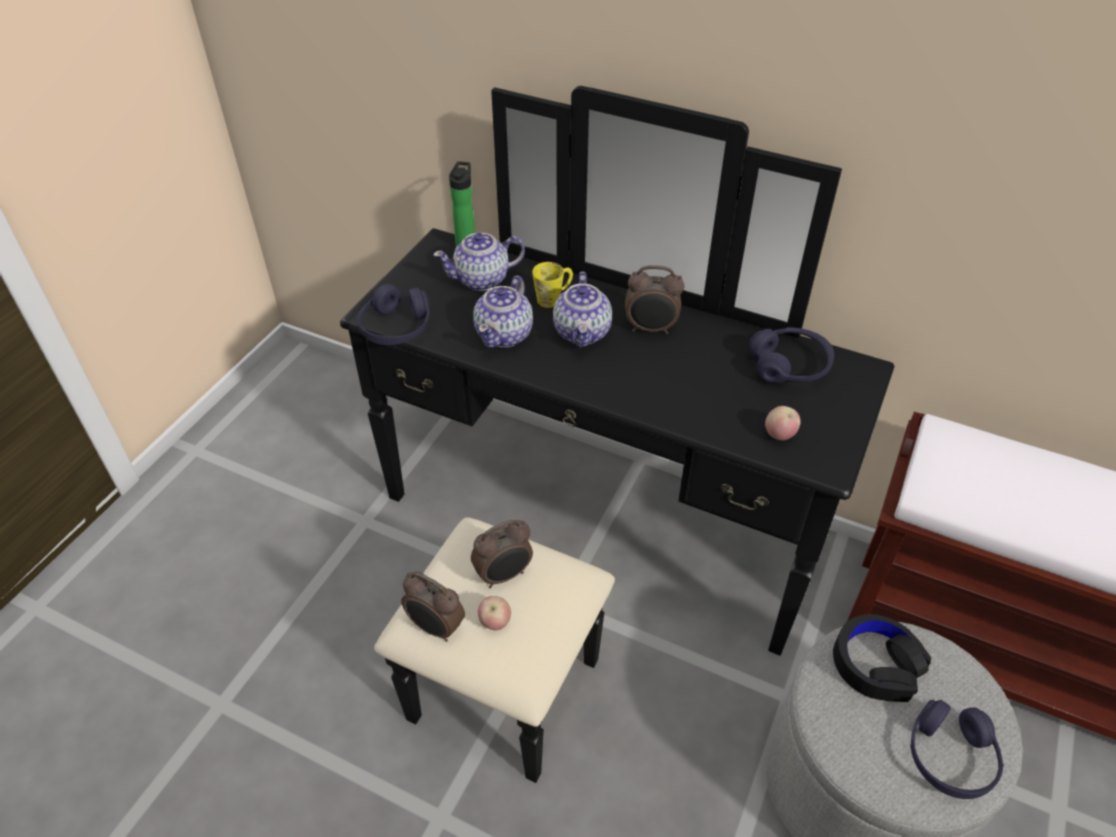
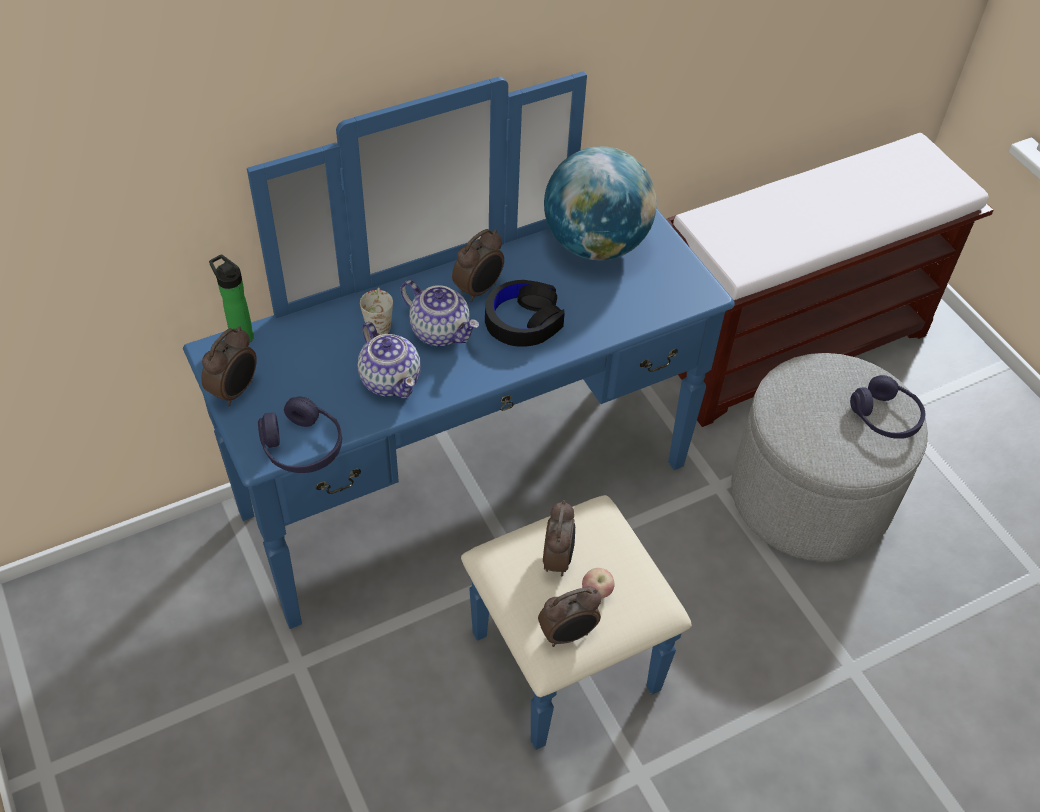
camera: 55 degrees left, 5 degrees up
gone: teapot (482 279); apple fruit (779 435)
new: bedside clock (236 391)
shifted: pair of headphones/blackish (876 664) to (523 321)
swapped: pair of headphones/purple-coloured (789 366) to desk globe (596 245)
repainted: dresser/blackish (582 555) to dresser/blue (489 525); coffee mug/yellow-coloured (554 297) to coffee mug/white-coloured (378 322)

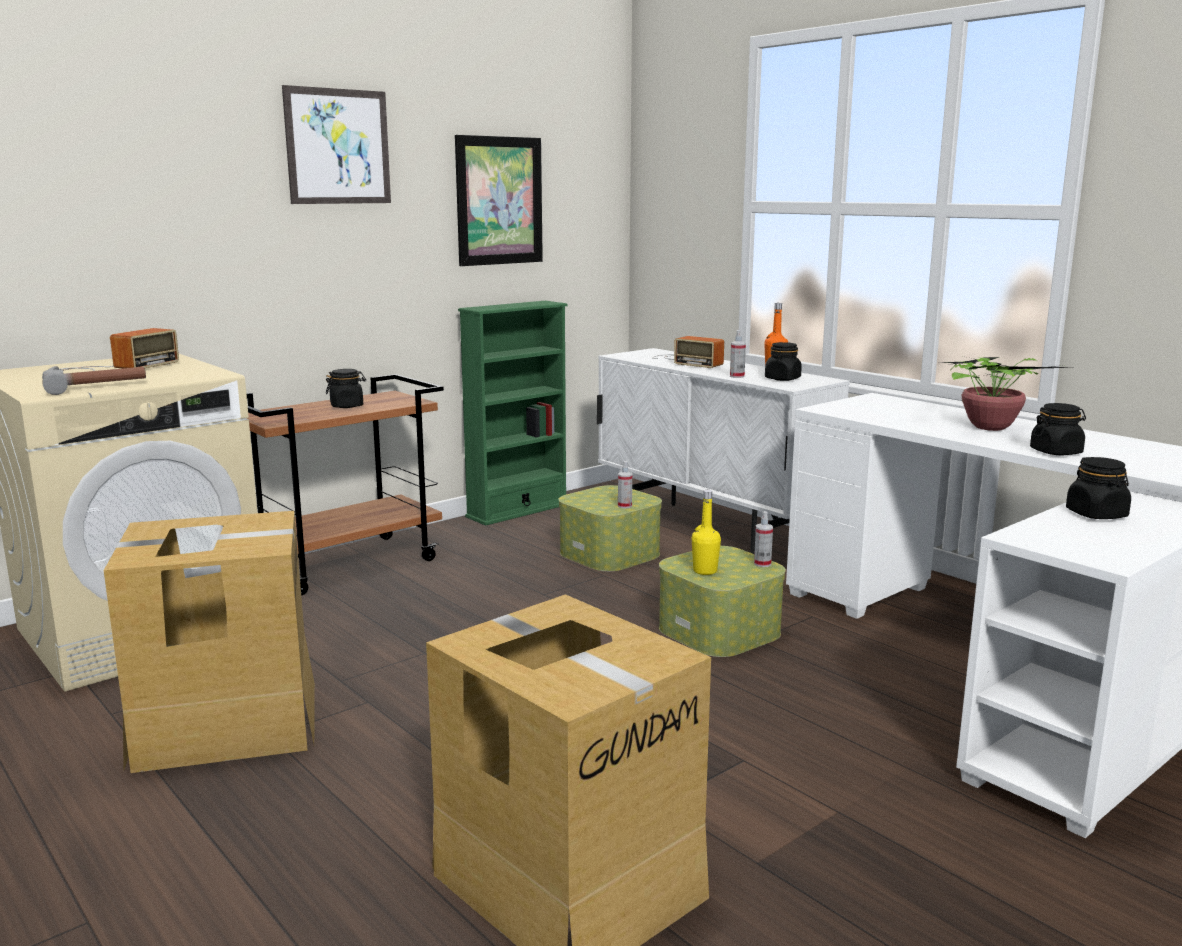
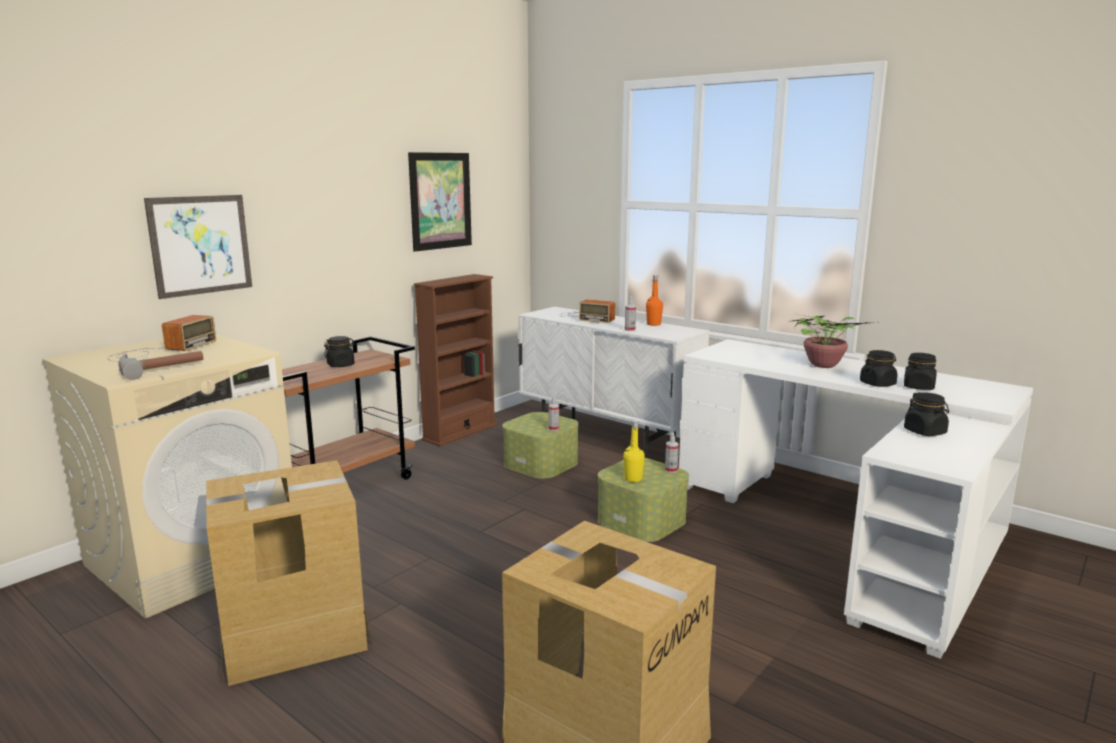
camera: 10 degrees left, 0 degrees up
shifted: wall art (338 146) to (200 245); preserve jar/blackish (782 379) to (918 387)
repainted: bookcase/green (517 510) to bookcase/brown-coloured (460 432)

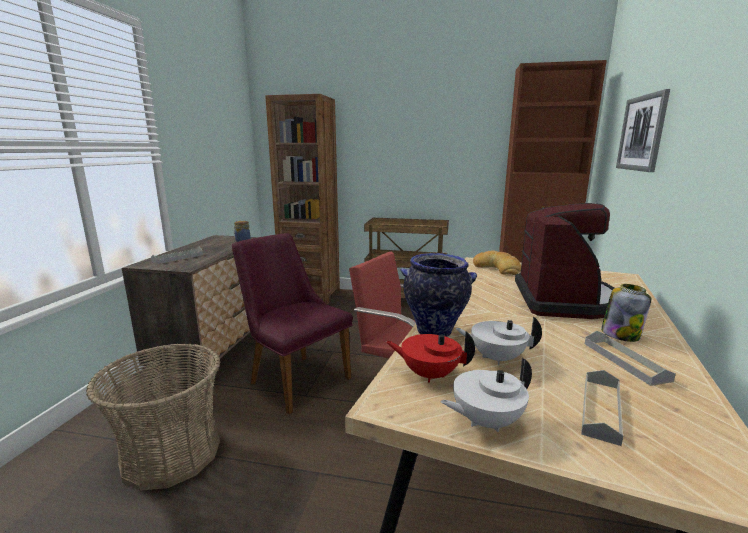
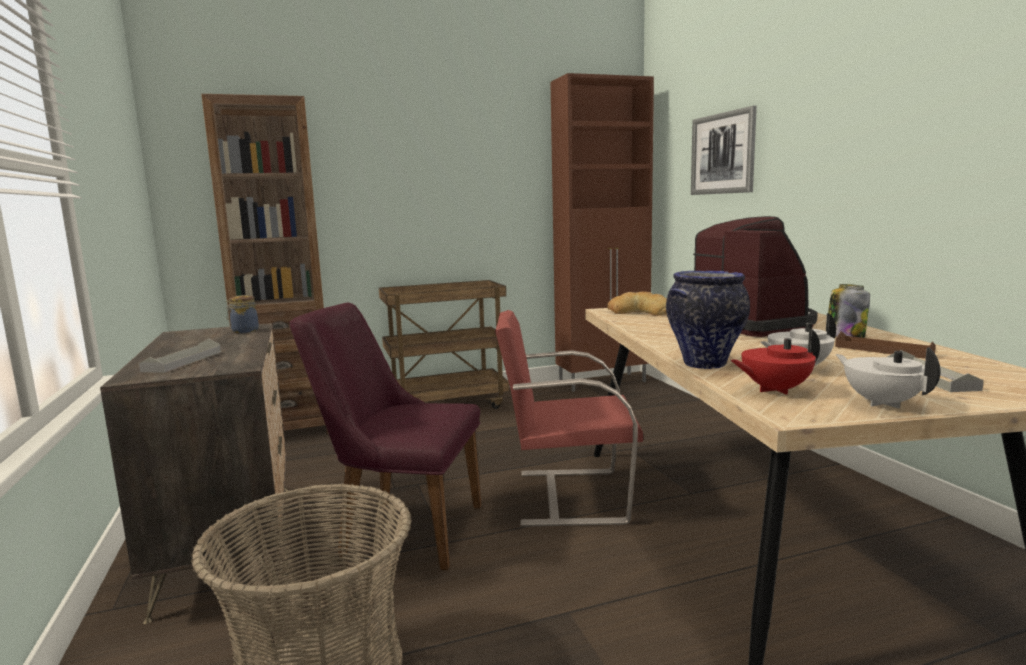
camera: 30 degrees left, 5 degrees down
repainted: tray/greyish (625 361) to tray/brown-coloured (883 350)
rotated: teapot/white-coloured (485 421) = (882 403) 120 degrees clockwise

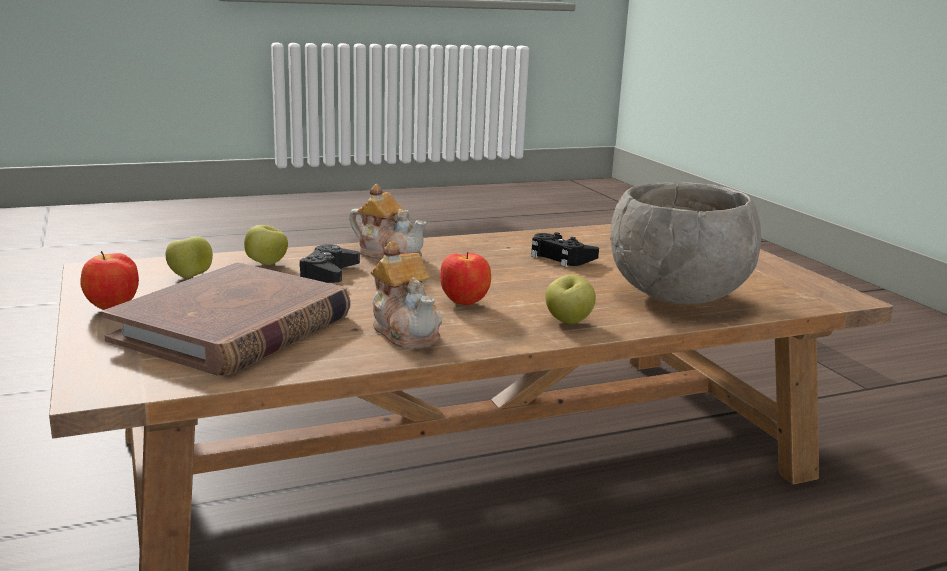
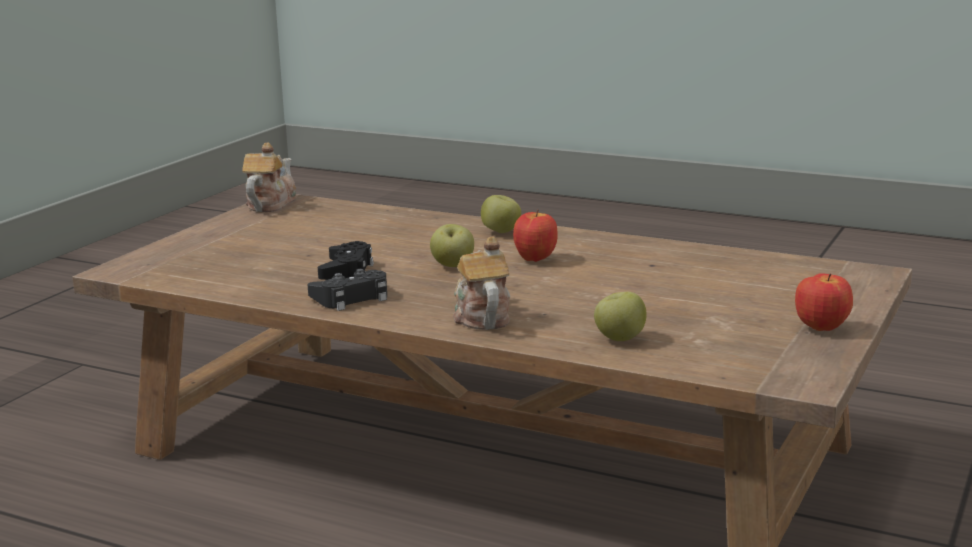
camera: 130 degrees left, 0 degrees up
gone: volume/brown-coloured (234 327); bowl/greyish (677 296)
shifted: apple fruit (190 277) to (452 266); gamepad/blackish (328 274) to (352 298); teapot (406 332) to (270 204)

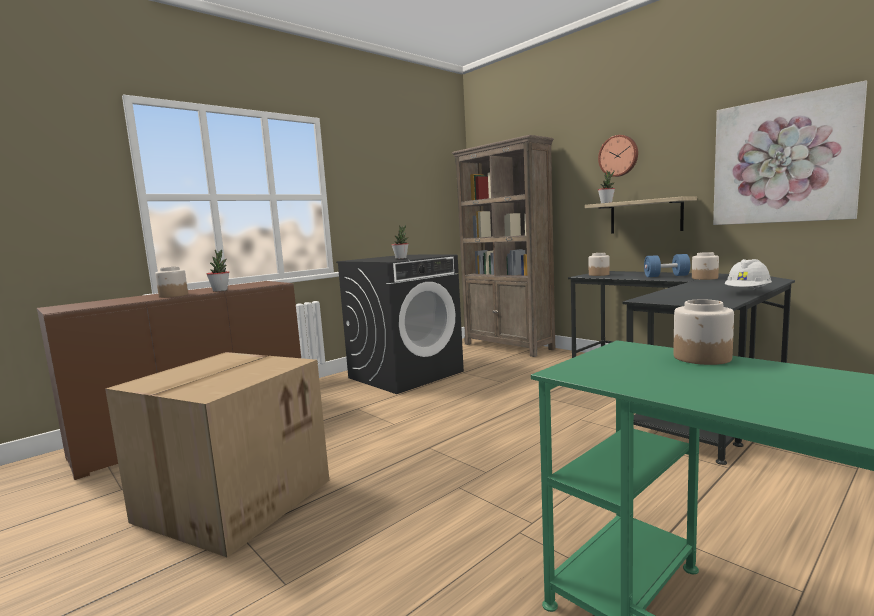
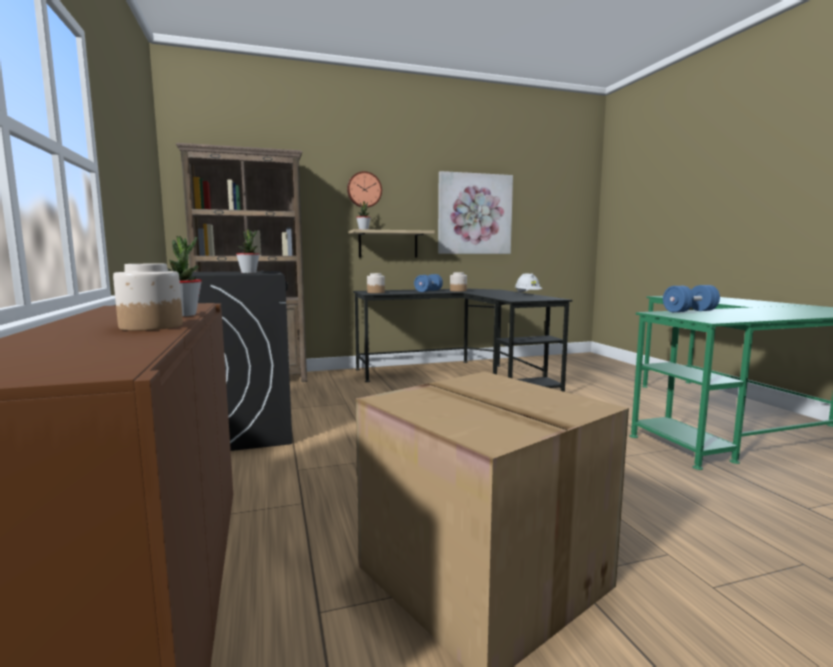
camera: 65 degrees left, 0 degrees up
swapped: preserve jar (702 357) to hand weight/blue (689 311)

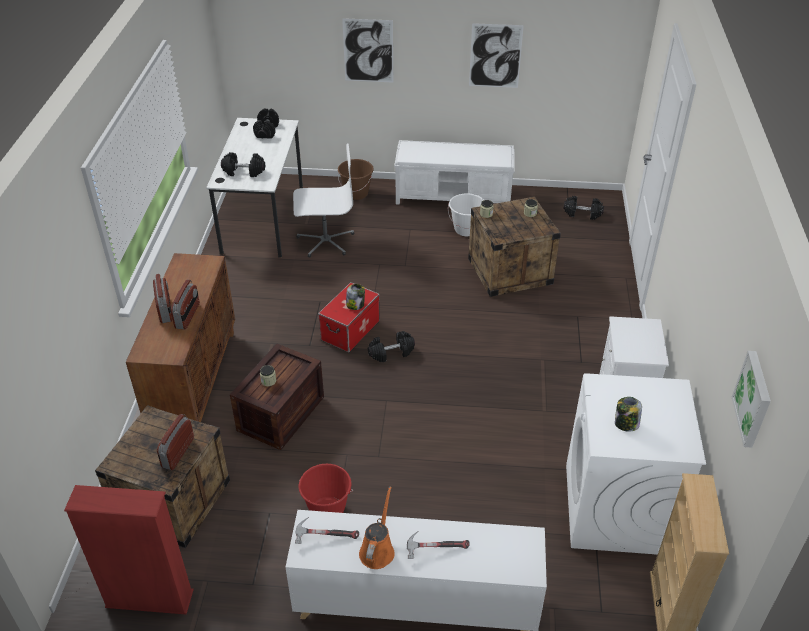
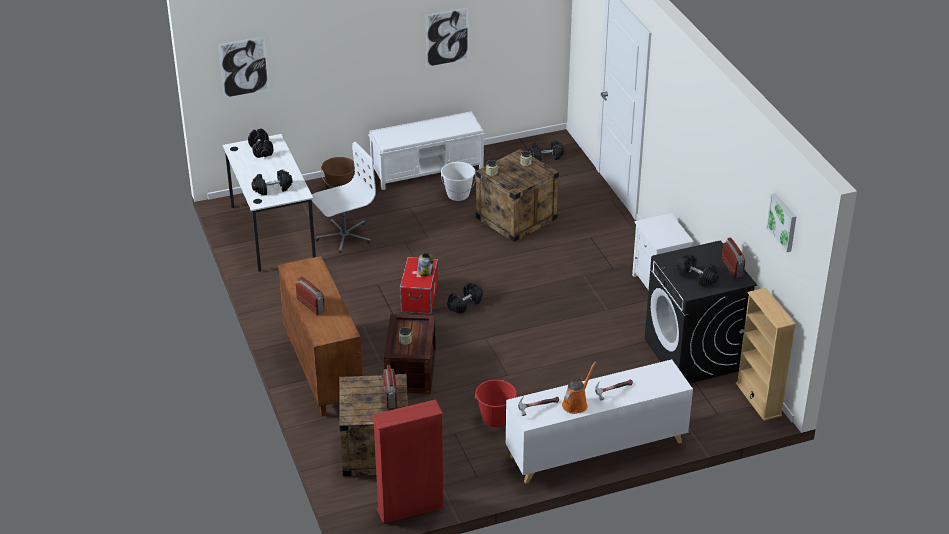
camera: 25 degrees left, 5 degrees down
shifted: radio set (188 316) to (732 268); wall art (368 51) to (244 67)
swapped: preserve jar (626 424) to hand weight/blackish (696 277)
repainted: washing machine/white-coloured (616 509) to washing machine/blackish (694 355)
rotated: sprinkling can/orangey (377 550) = (576 403) 45 degrees clockwise

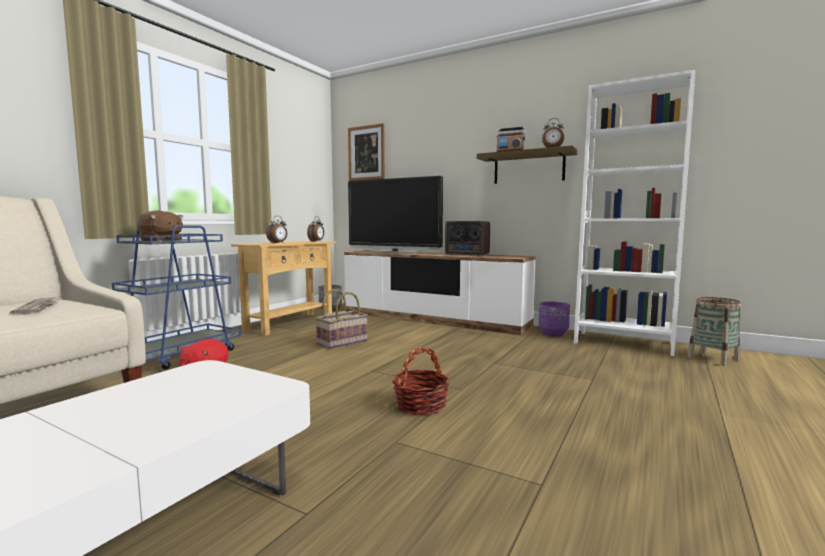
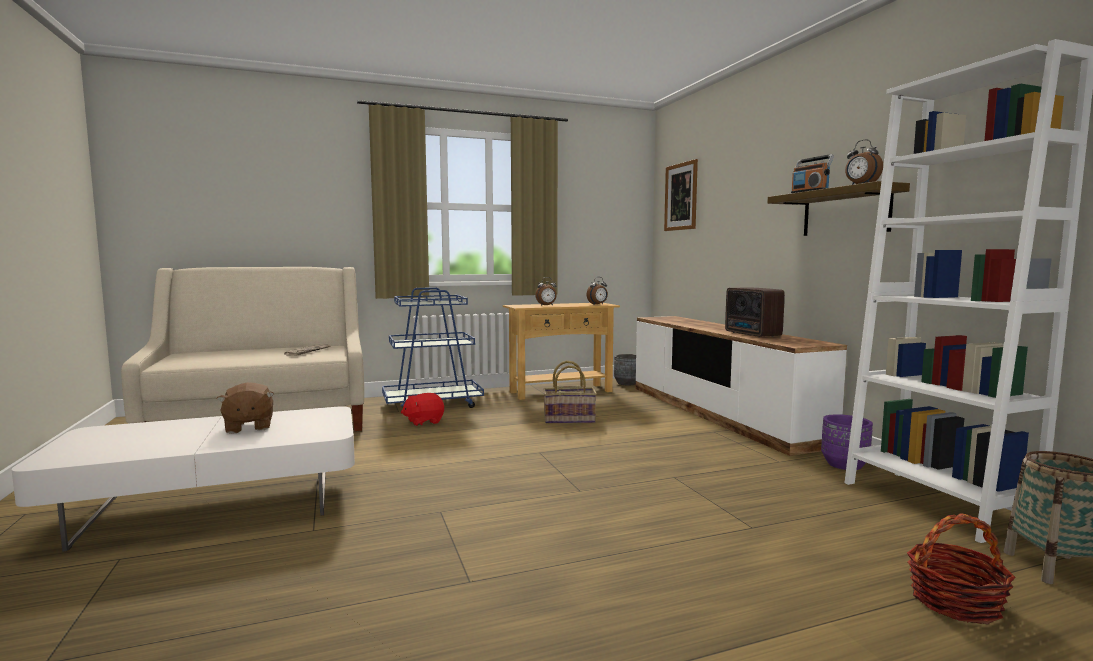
camera: 40 degrees right, 0 degrees up
gone: TV set (394 252)
shifted: cuddly toy/brown-coloured (161 241) to (248 427); basket (421 405) to (955 602)

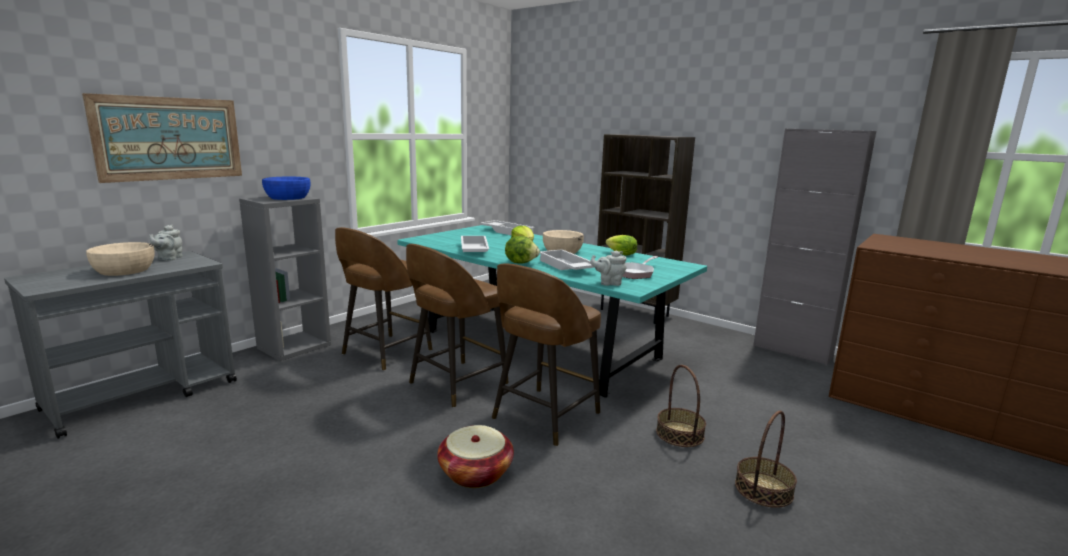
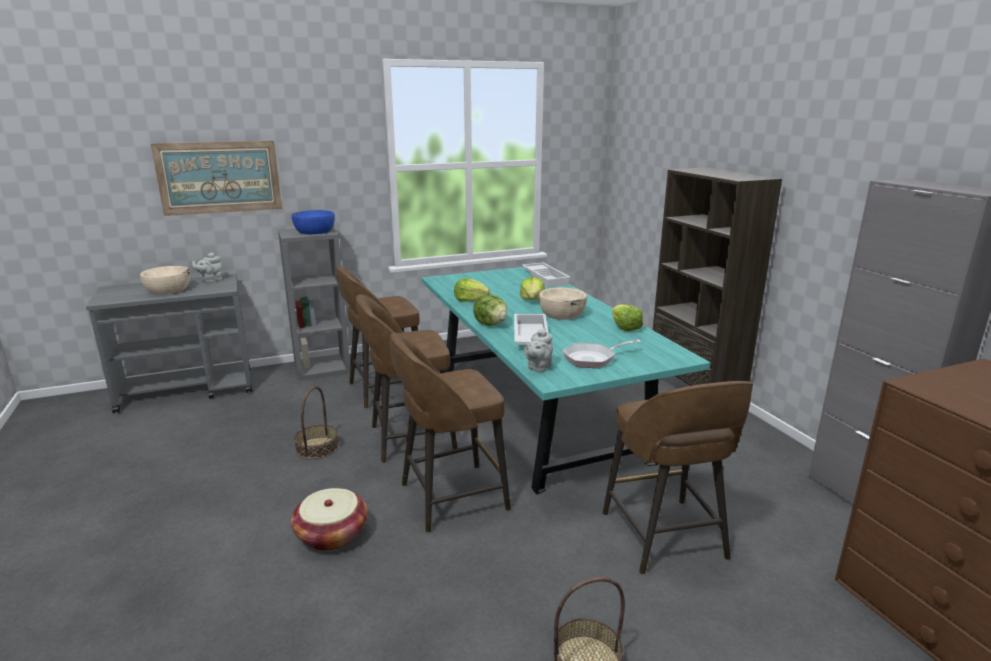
camera: 30 degrees right, 5 degrees up
new: sitting stool/brown-coloured (665 537)
shifted: basket (680 434) to (317 448)
swapped: tray/white-coloured (473 250) to head of lettuce (470 300)
rotated: teapot/greyish (609 283) = (538 368) 90 degrees counterclockwise

